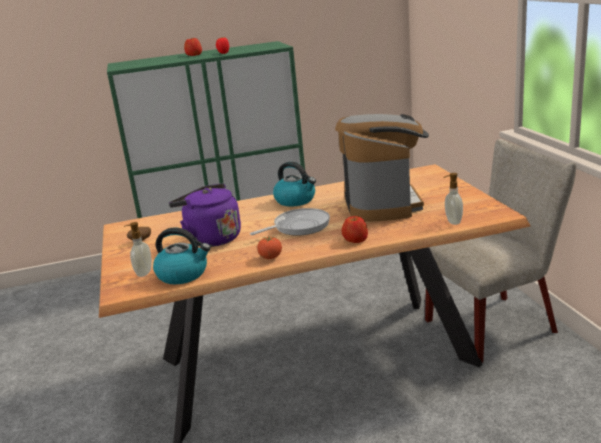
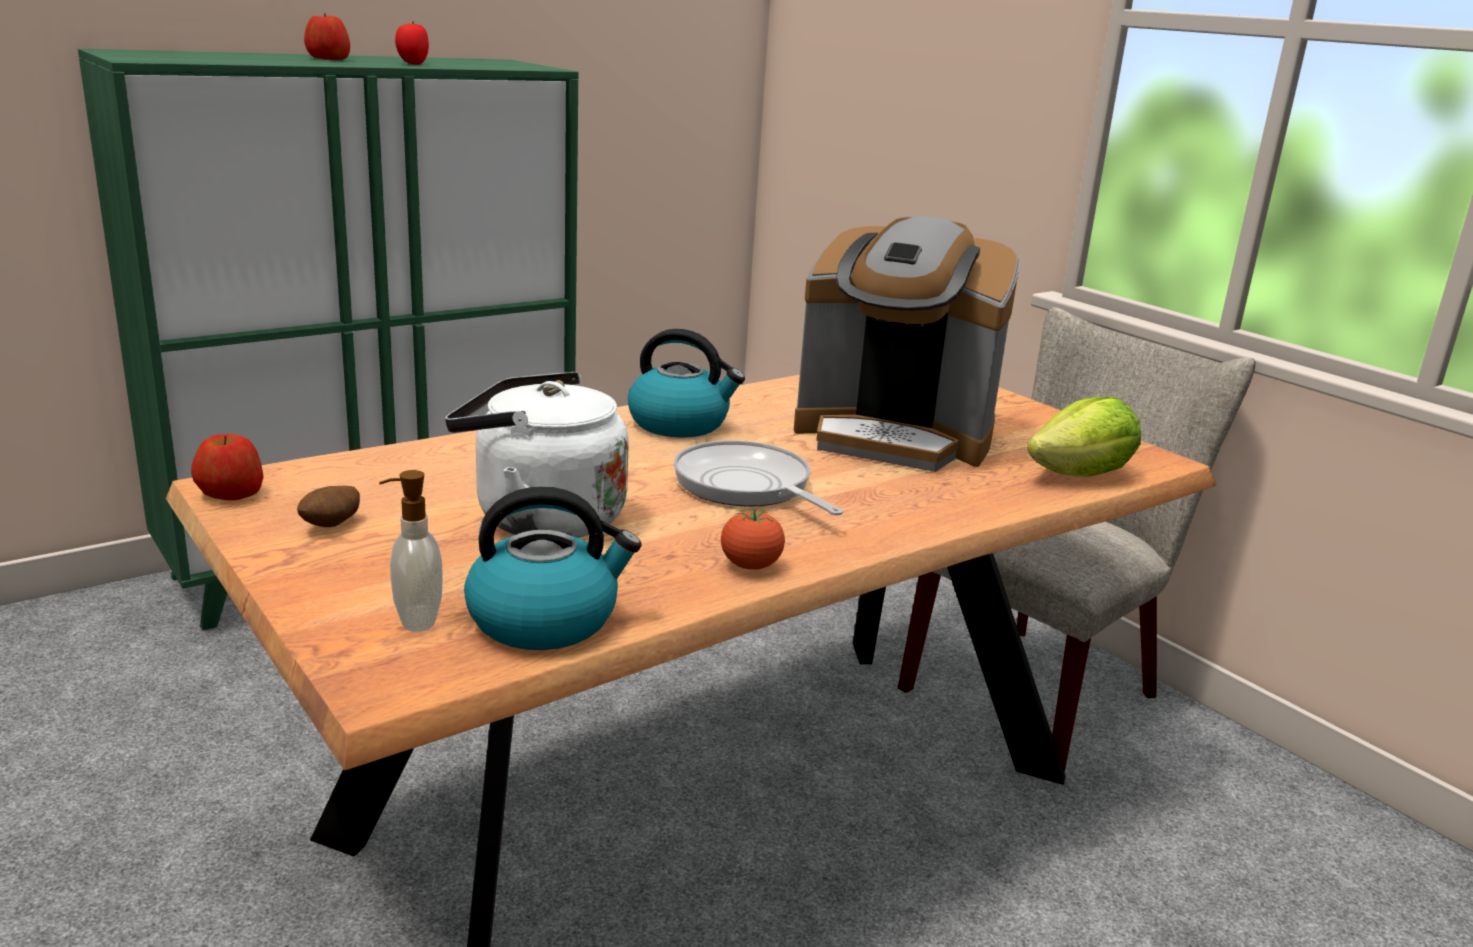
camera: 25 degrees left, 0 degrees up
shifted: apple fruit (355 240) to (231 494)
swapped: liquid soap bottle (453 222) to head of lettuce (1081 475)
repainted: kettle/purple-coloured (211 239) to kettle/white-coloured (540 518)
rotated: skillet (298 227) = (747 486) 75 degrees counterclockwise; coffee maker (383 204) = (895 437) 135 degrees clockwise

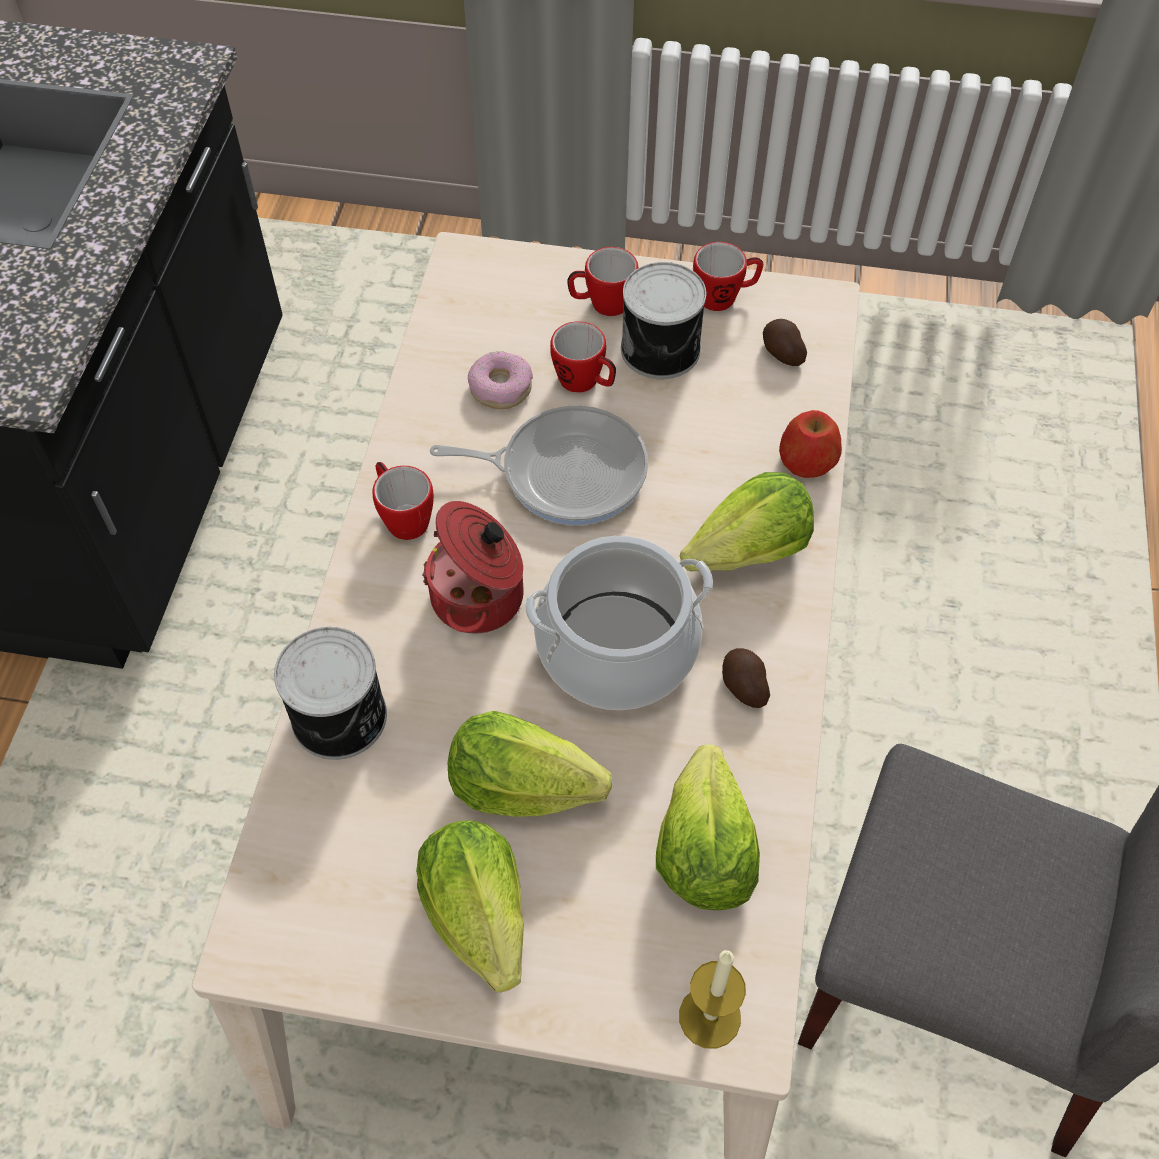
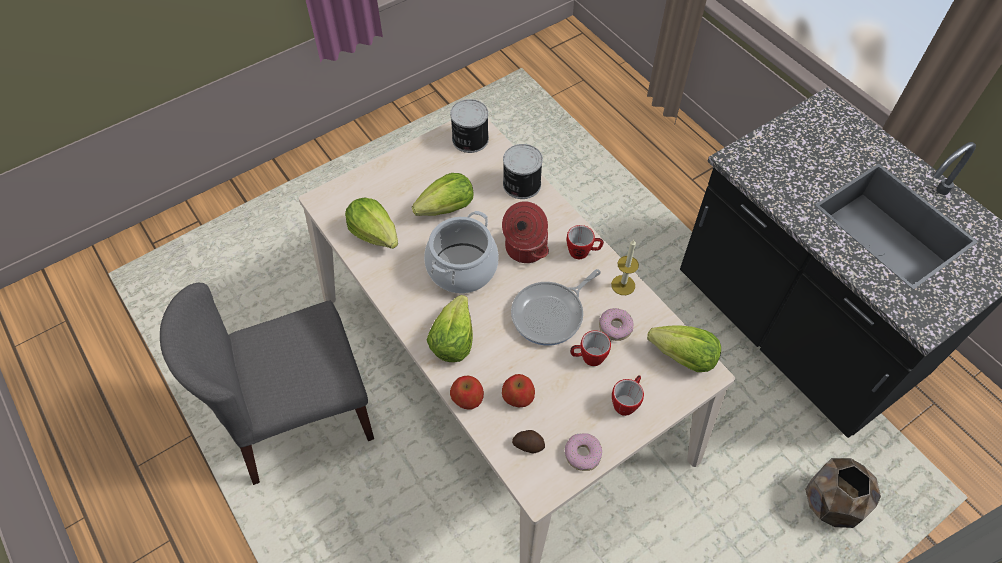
camera: 135 degrees right, 0 degrees up
gone: whole potato (743 686)
new: apple fruit (518 396); plant pot/brown-coloured (831 503)
shifted: head of lettuce (478 914) to (683 358); metal can (662 349) to (469 139); candle (709 1017) to (623 285)
swapped: coffee mug (724 297) to doughnut (583 454)

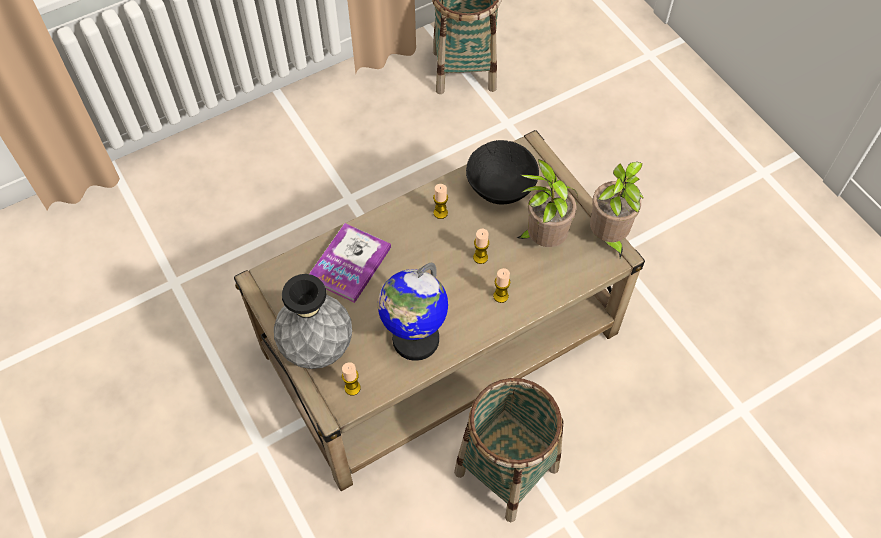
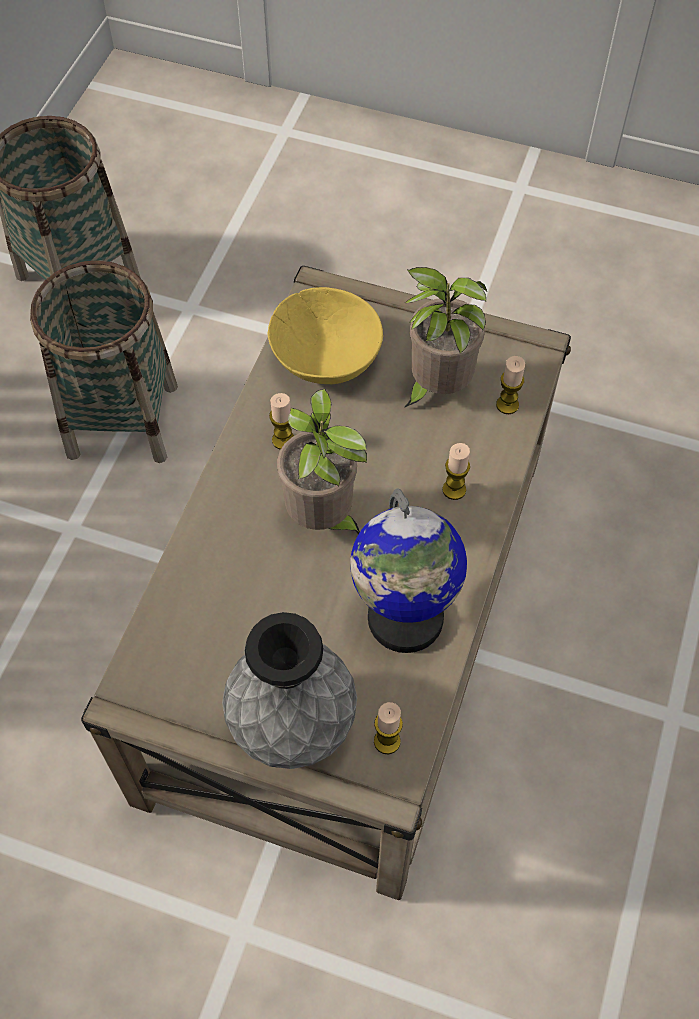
camera: 40 degrees left, 0 degrees up
gone: volume (349 264)
shifted: basket (506 470) to (122 420); candle (480 257) to (507 405); potted plant (608 238) to (323 519)
repainted: bowl/blackish (501 185) to bowl/yellow-coloured (326 356)

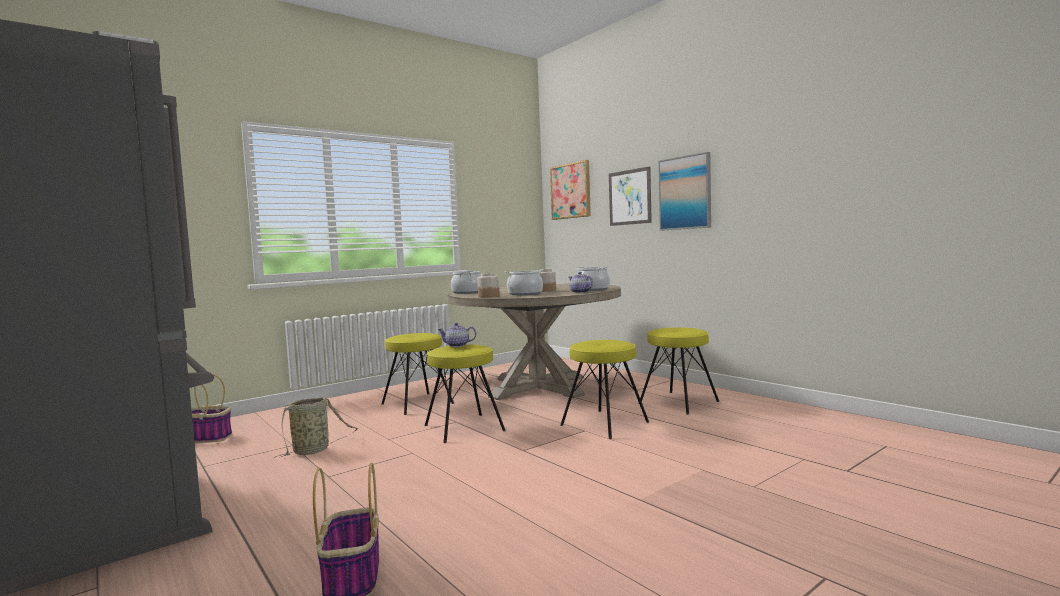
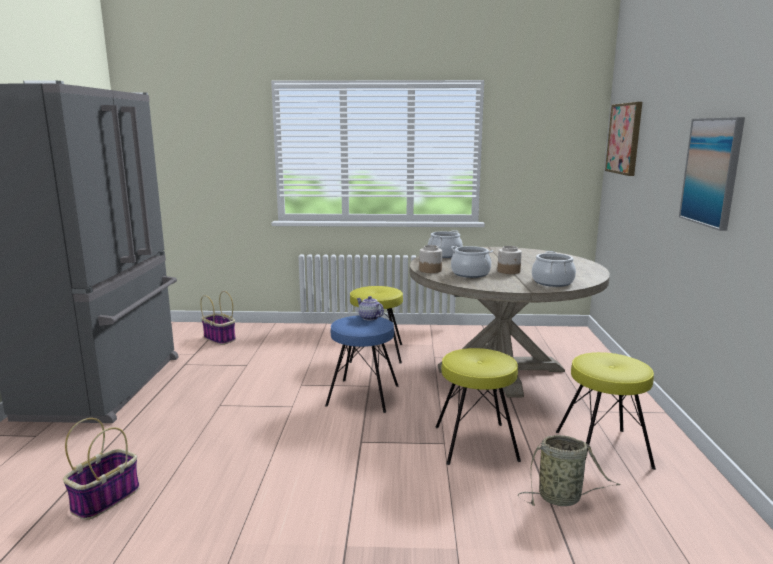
camera: 40 degrees right, 10 degrees up
gone: teapot (580 292); wall art (629 197)
shifted: basket (313 450) to (562 498)
repainted: sitting stool/yellow-coloured (463 428) to sitting stool/blue (362 395)

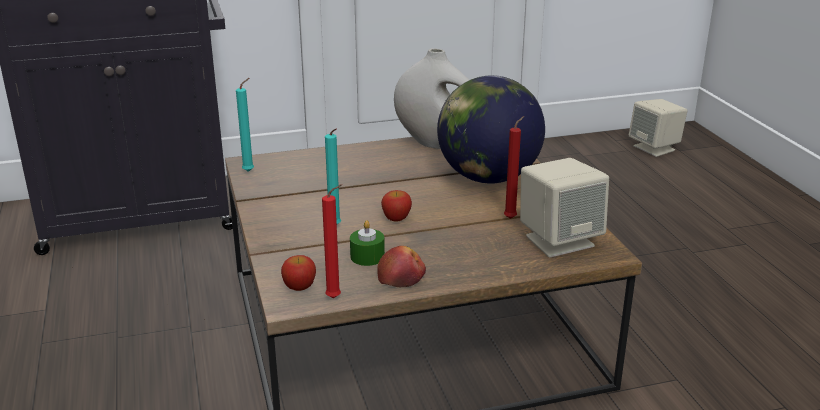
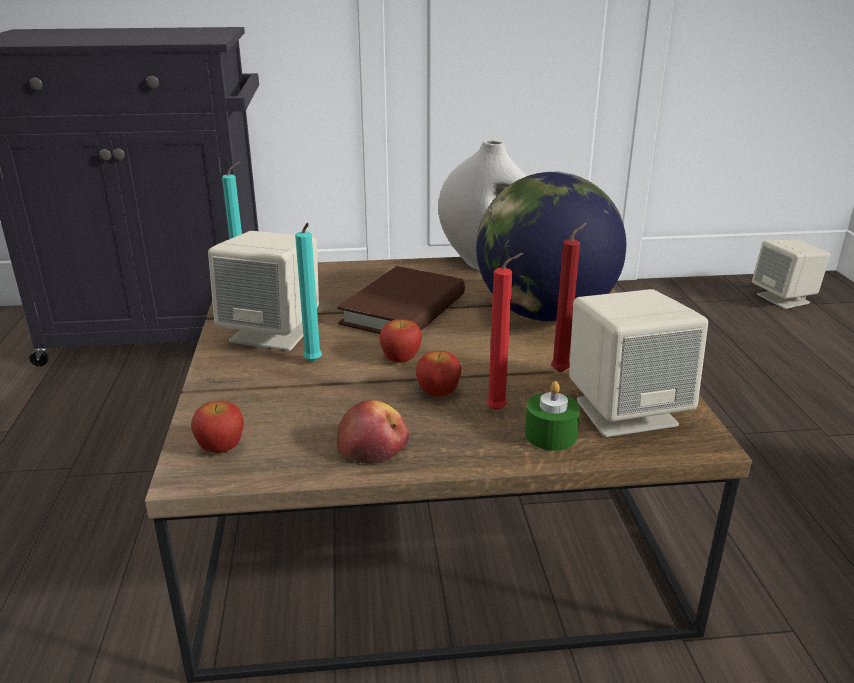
camera: 10 degrees right, 0 degrees up
new: audio speaker/beige (273 333); volume/brown-coloured (404 309); apple fruit (438 392)
shifted: candle/reddish (336 298) to (500 410); candle/green (367 256) to (550 435)

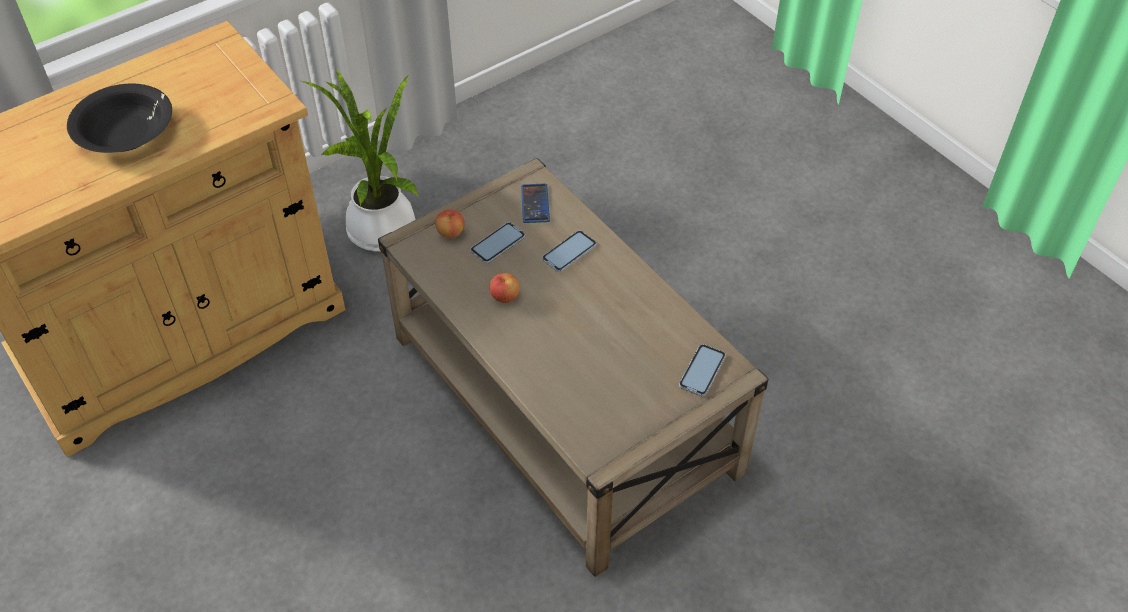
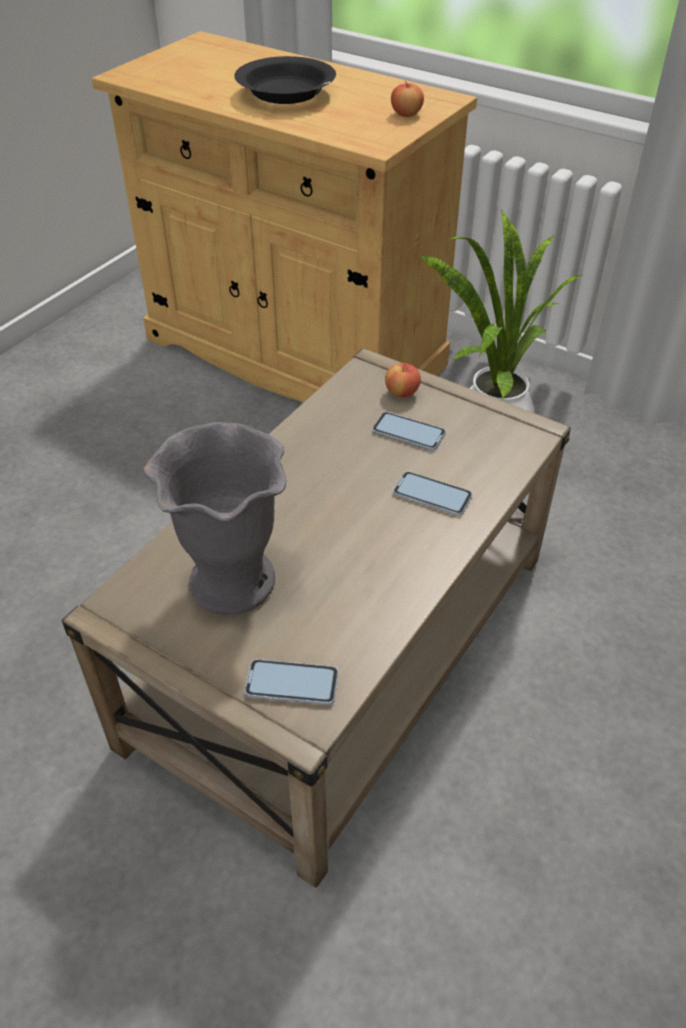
camera: 70 degrees right, 5 degrees down
gone: phone (535 204)
new: decorative vase/greyish (231 582)
shifted: apple fruit (505 296) to (406 114)

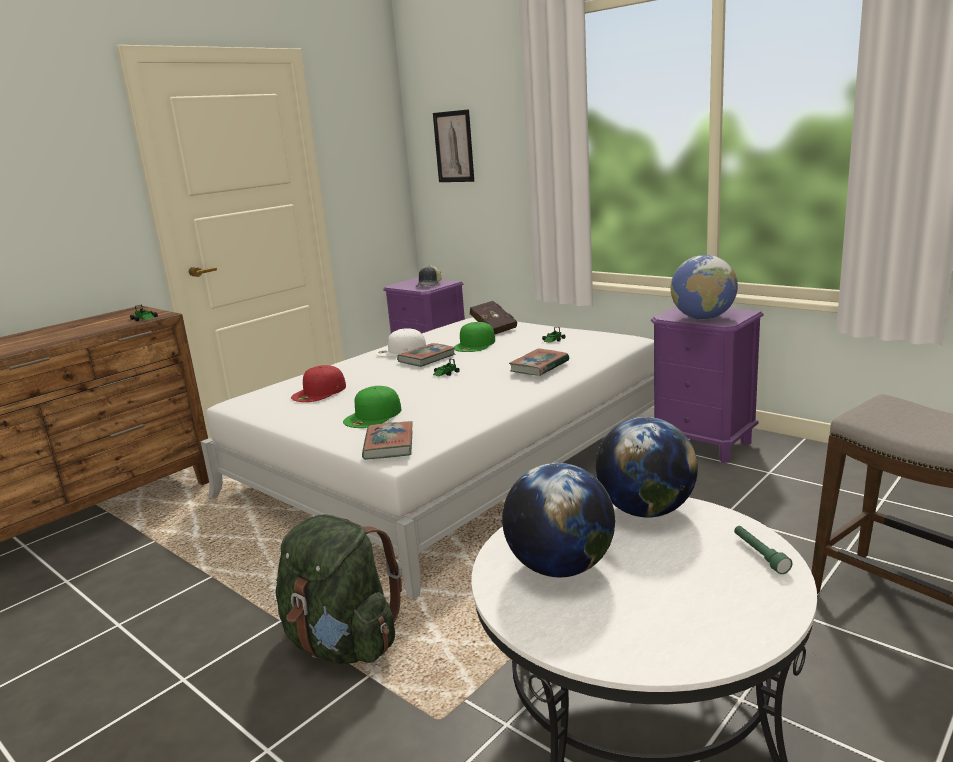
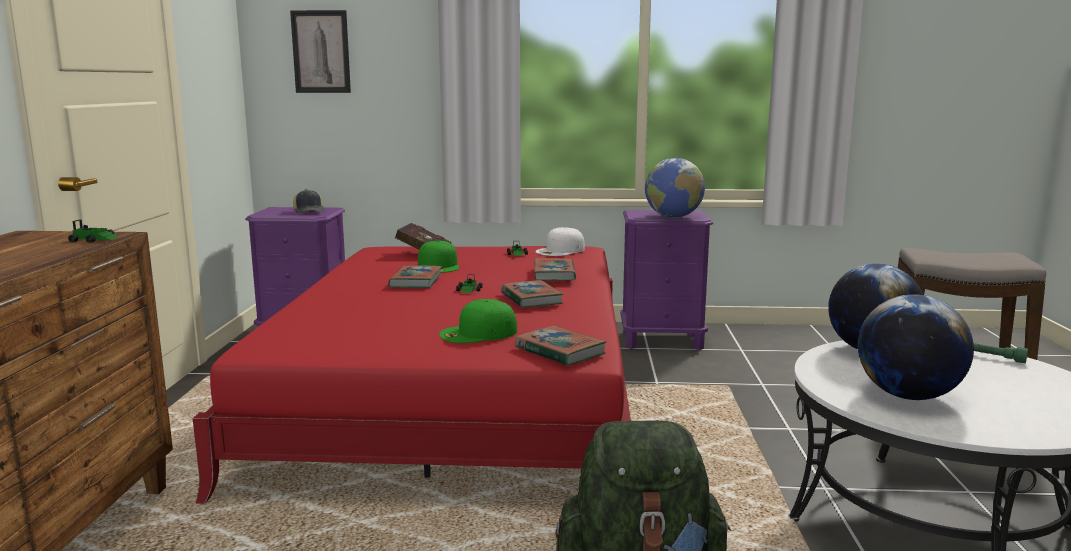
camera: 40 degrees left, 5 degrees down
gone: cap/reddish (319 392)
new: volume (531 299)
shifted: cap/white-coloured (400 350) to (560 250)
repainted: bedroom bed/white-coloured (453 459) to bedroom bed/reddish (459 395)
rotated: cap/green (373 416) = (478 333) 75 degrees clockwise

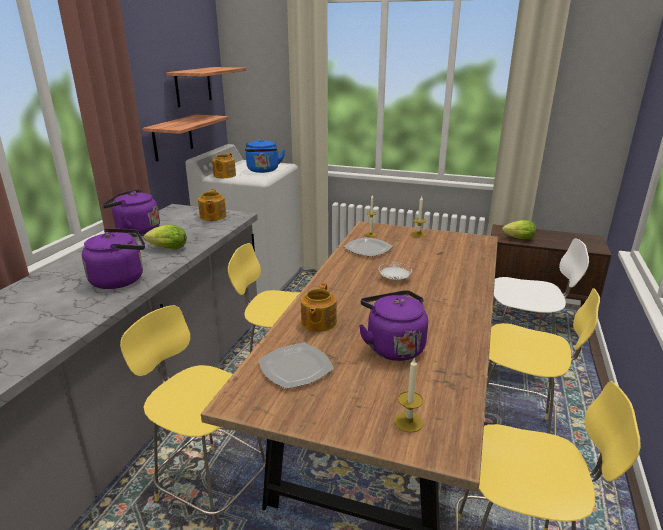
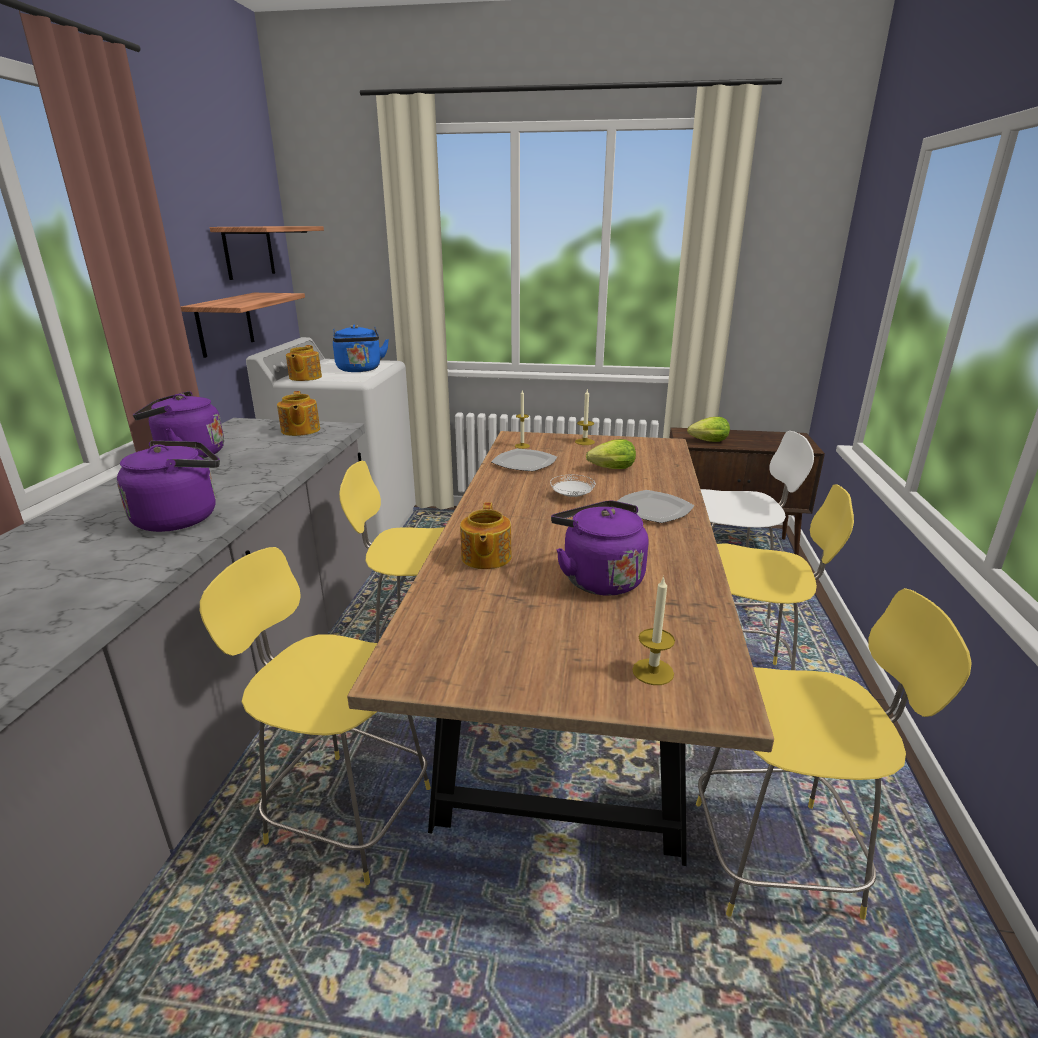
camera: 10 degrees left, 0 degrees up
shifted: head of lettuce (166 248) to (609 469); plate (294 367) to (652 509)

